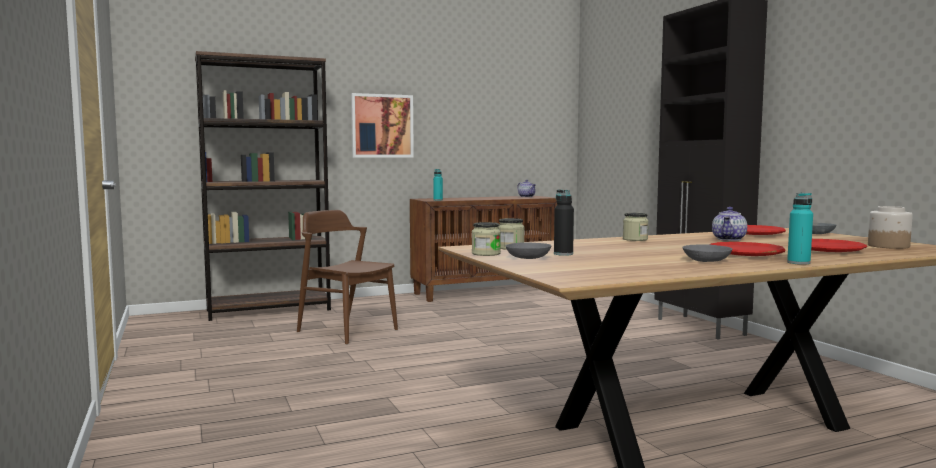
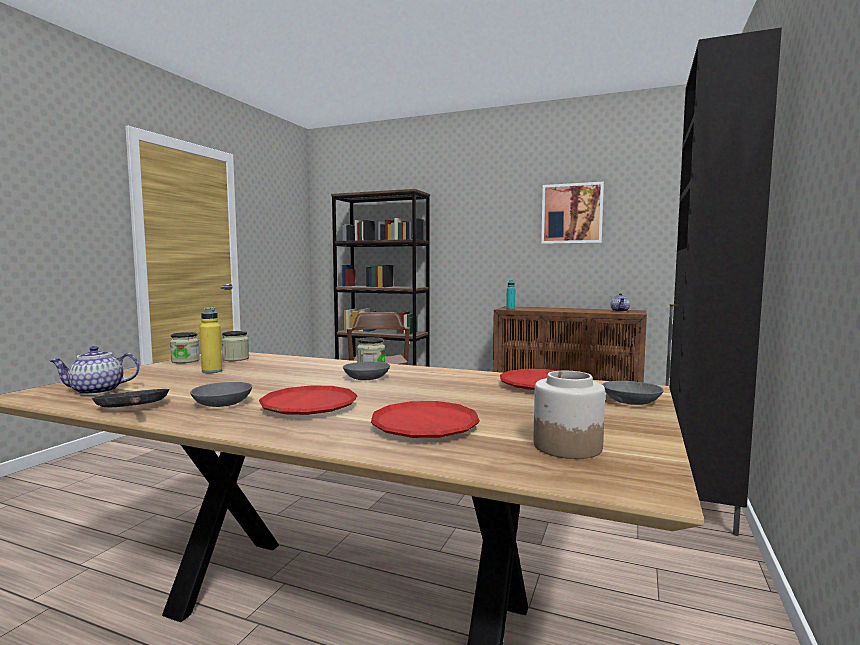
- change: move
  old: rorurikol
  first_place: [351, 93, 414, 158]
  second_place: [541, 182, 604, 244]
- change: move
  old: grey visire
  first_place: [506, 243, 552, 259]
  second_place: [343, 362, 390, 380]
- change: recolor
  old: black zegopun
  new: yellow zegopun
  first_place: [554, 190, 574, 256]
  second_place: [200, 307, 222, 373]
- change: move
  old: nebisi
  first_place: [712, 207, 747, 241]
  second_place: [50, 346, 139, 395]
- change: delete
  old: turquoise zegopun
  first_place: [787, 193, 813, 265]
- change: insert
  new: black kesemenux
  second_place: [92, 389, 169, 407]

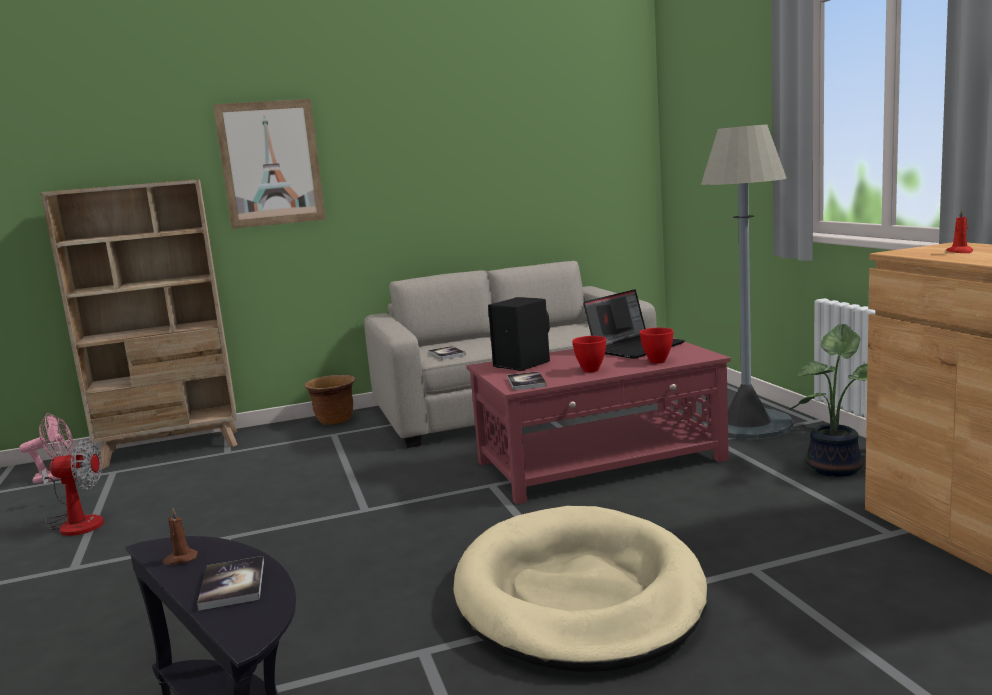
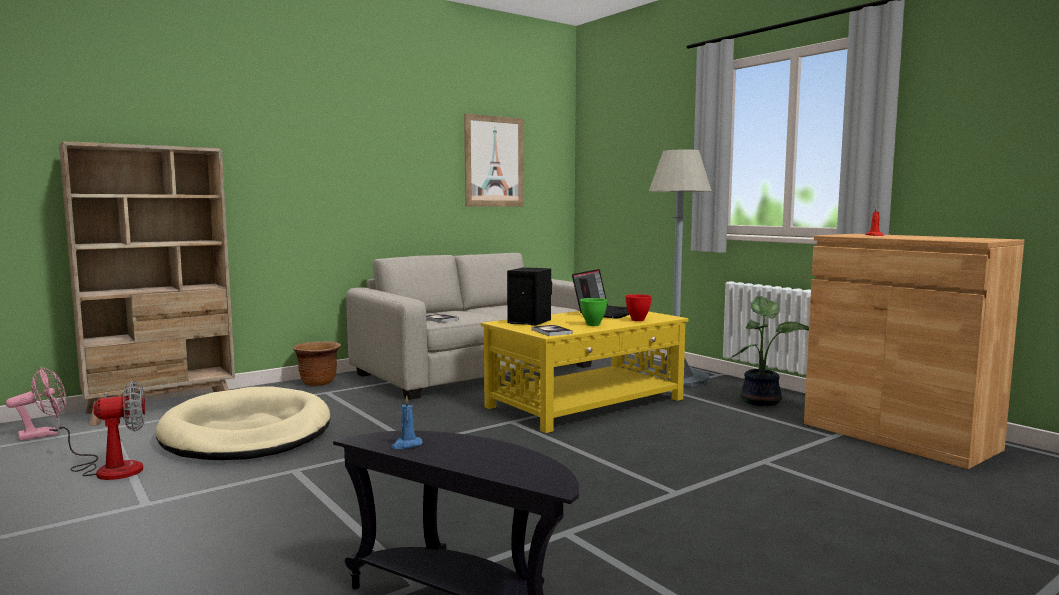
- change: recolor
  old: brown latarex
  new: blue latarex
  first_place: [162, 507, 198, 565]
  second_place: [391, 395, 423, 449]
- change: delete
  old: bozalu
  first_place: [197, 556, 264, 611]
- change: move
  old: rorurikol
  first_place: [213, 99, 326, 229]
  second_place: [464, 113, 523, 207]
- change: move
  old: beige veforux
  first_place: [453, 506, 708, 672]
  second_place: [155, 386, 331, 460]
- change: recolor
  old: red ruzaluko
  new: yellow ruzaluko
  first_place: [467, 338, 731, 505]
  second_place: [481, 311, 689, 433]
- change: recolor
  old: red visire
  new: green visire
  first_place: [572, 336, 606, 372]
  second_place: [580, 298, 607, 326]

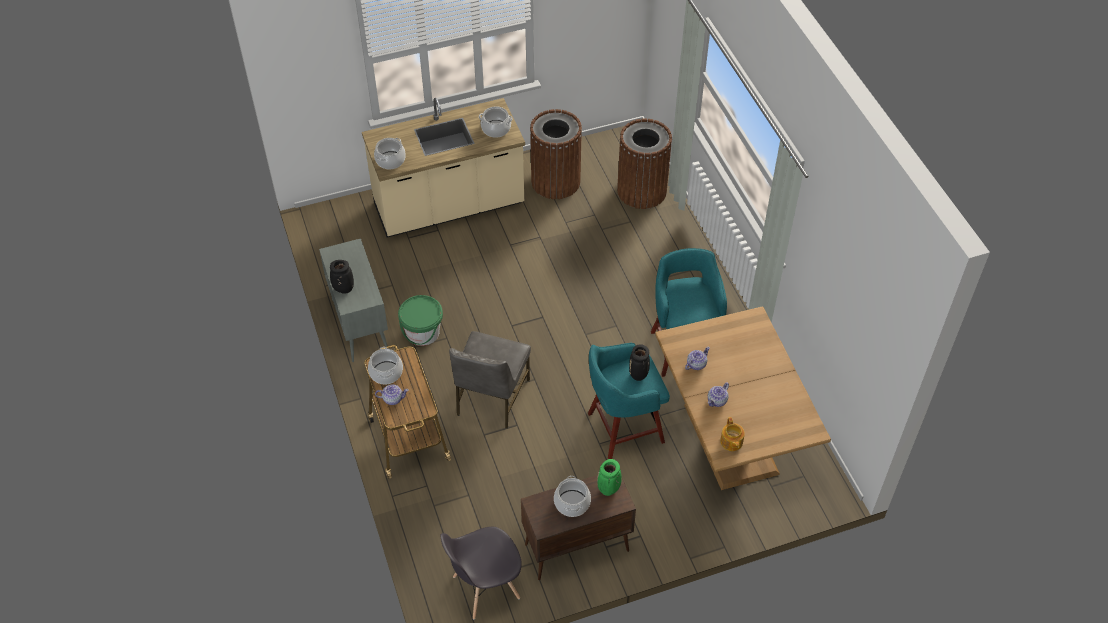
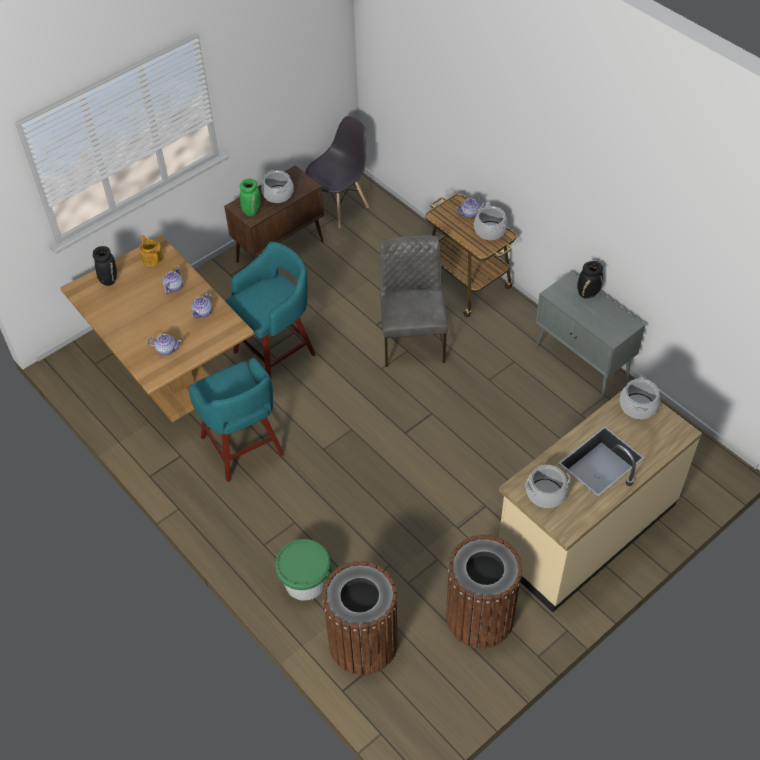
- change: move
  old: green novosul
  first_place: [398, 295, 443, 346]
  second_place: [275, 539, 334, 601]
- change: move
  old: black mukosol
  first_place: [629, 344, 650, 381]
  second_place: [93, 246, 117, 286]
- change: insert
  new: nebisi
  second_place: [147, 334, 182, 355]

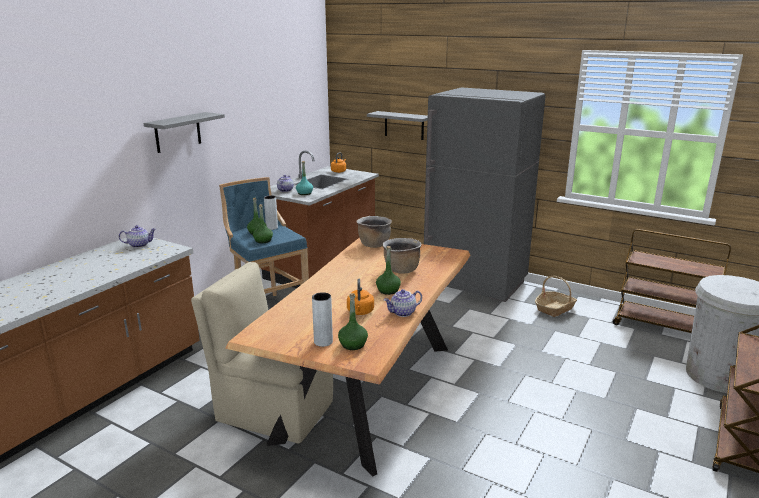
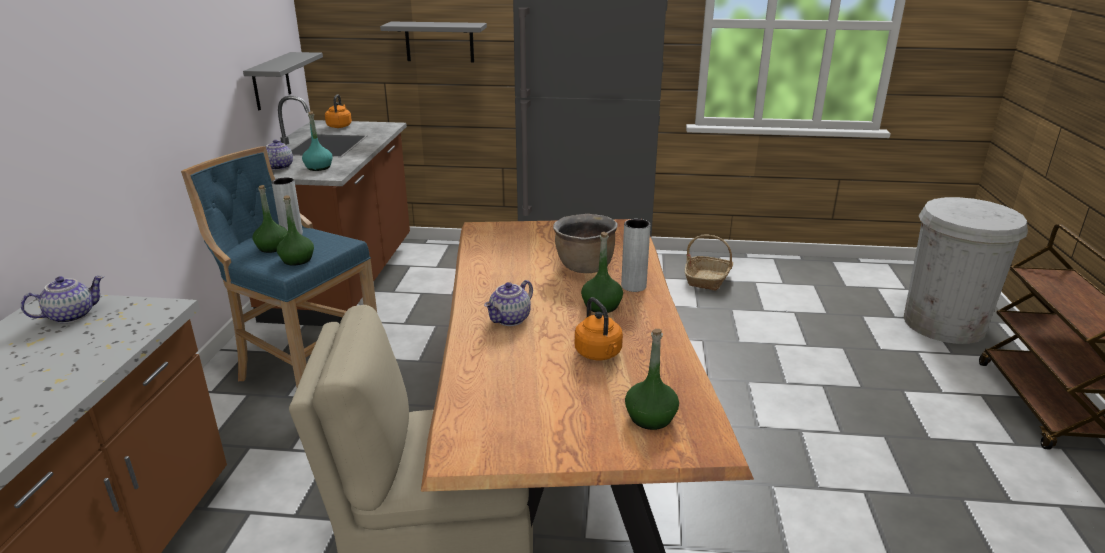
- change: move
  old: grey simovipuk
  first_place: [144, 112, 225, 153]
  second_place: [243, 52, 323, 111]
- change: move
  old: grey mukosol
  first_place: [312, 292, 333, 347]
  second_place: [621, 219, 650, 292]
- change: delete
  old: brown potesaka
  first_place: [356, 216, 392, 248]
- change: move
  old: nebisi
  first_place: [384, 289, 422, 317]
  second_place: [484, 280, 533, 326]
- change: delete
  old: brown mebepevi
  first_place: [613, 229, 731, 333]

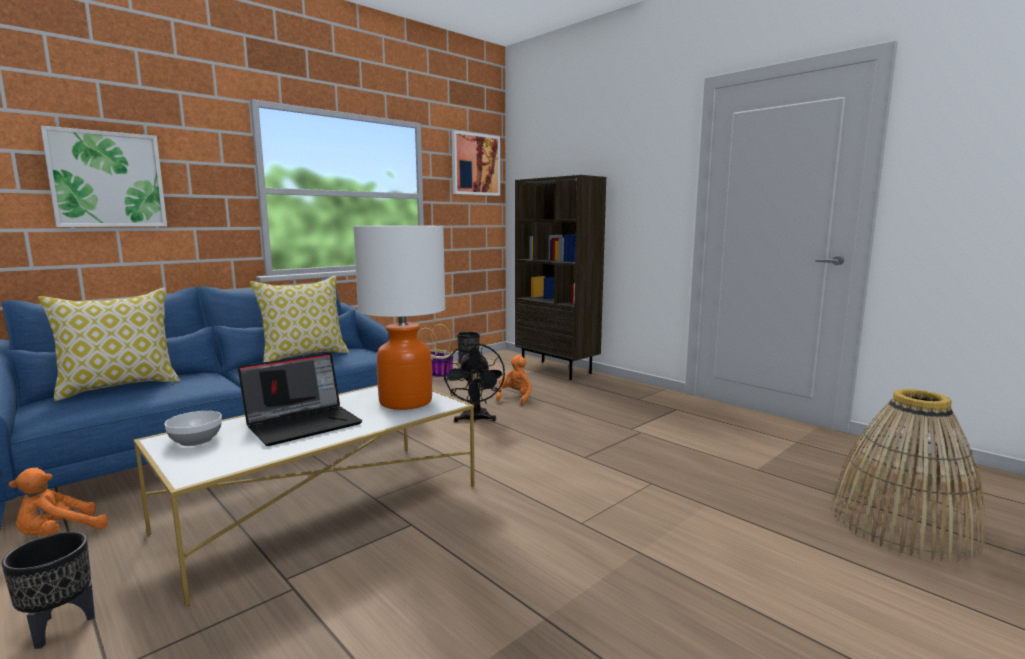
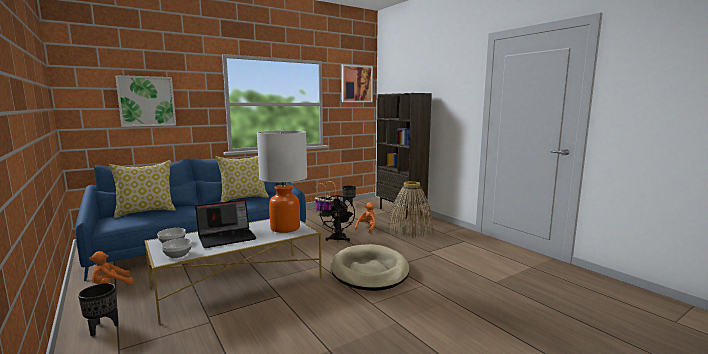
- change: move
  old: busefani
  first_place: [831, 389, 986, 561]
  second_place: [388, 181, 433, 237]
- change: insert
  new: visire
  second_place: [161, 238, 192, 258]
- change: insert
  new: beige veforux
  second_place: [331, 244, 410, 291]

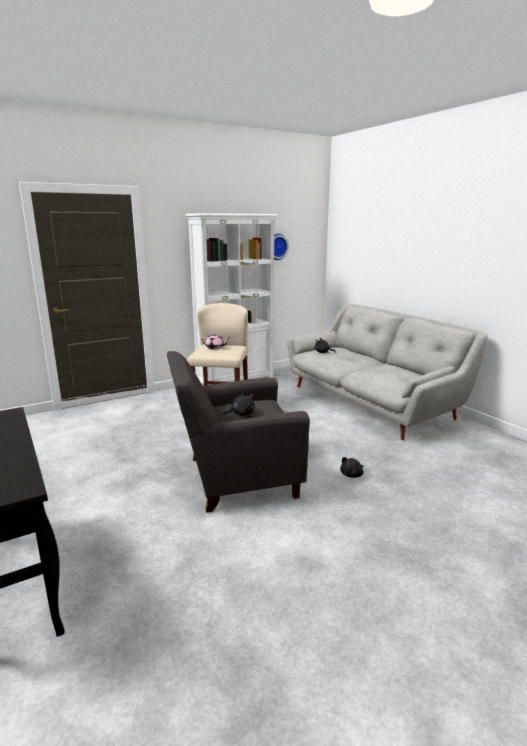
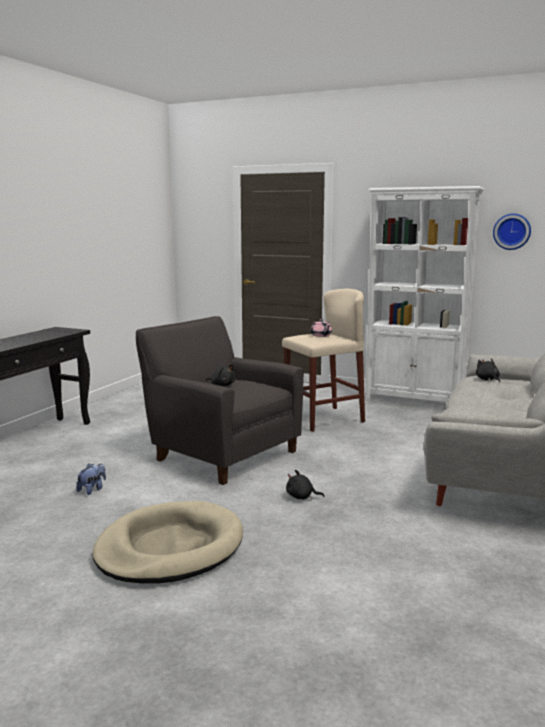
- change: insert
  new: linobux
  second_place: [76, 463, 106, 495]
- change: insert
  new: beige veforux
  second_place: [93, 501, 243, 584]

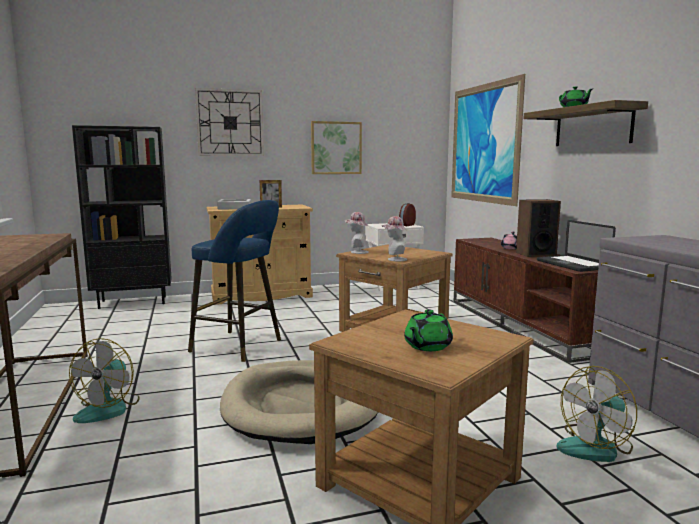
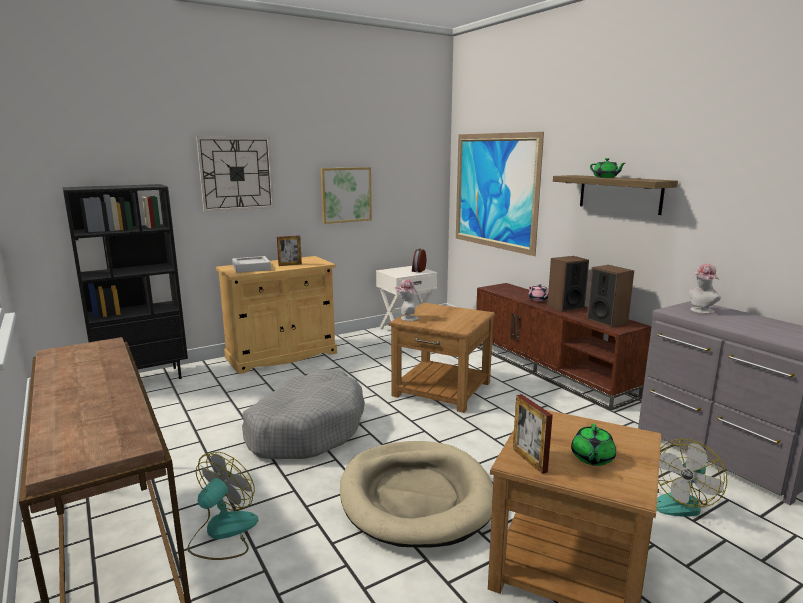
- change: rotate
  old: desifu
  first_place: [69, 338, 140, 423]
  second_place: [187, 452, 258, 560]
  degrees: -150
- change: replace
  old: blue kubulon
  new: grey veforux
  first_place: [188, 200, 281, 362]
  second_place: [242, 369, 365, 459]
- change: move
  old: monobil
  first_place: [382, 216, 407, 261]
  second_place: [689, 264, 721, 314]
- change: replace
  old: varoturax
  new: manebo
  first_place: [537, 220, 616, 272]
  second_place: [587, 265, 634, 328]
- change: insert
  new: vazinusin
  second_place: [513, 394, 553, 474]

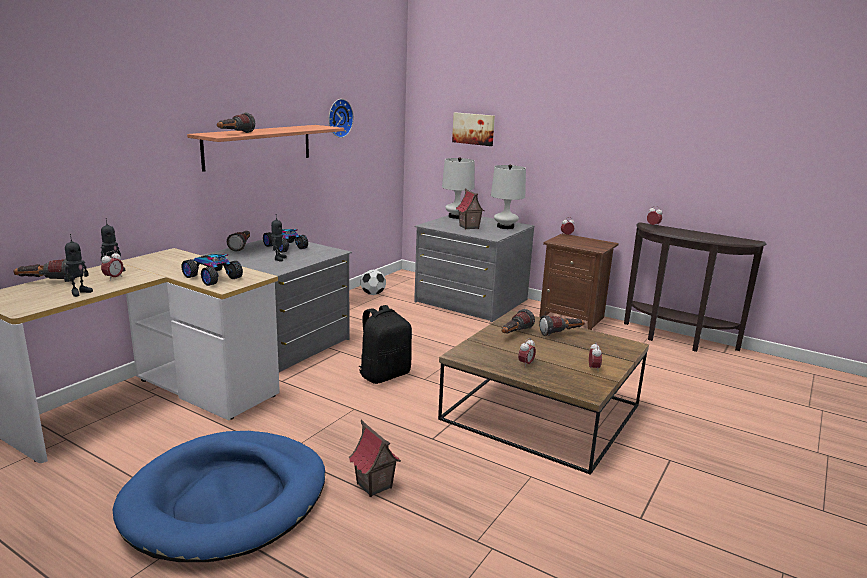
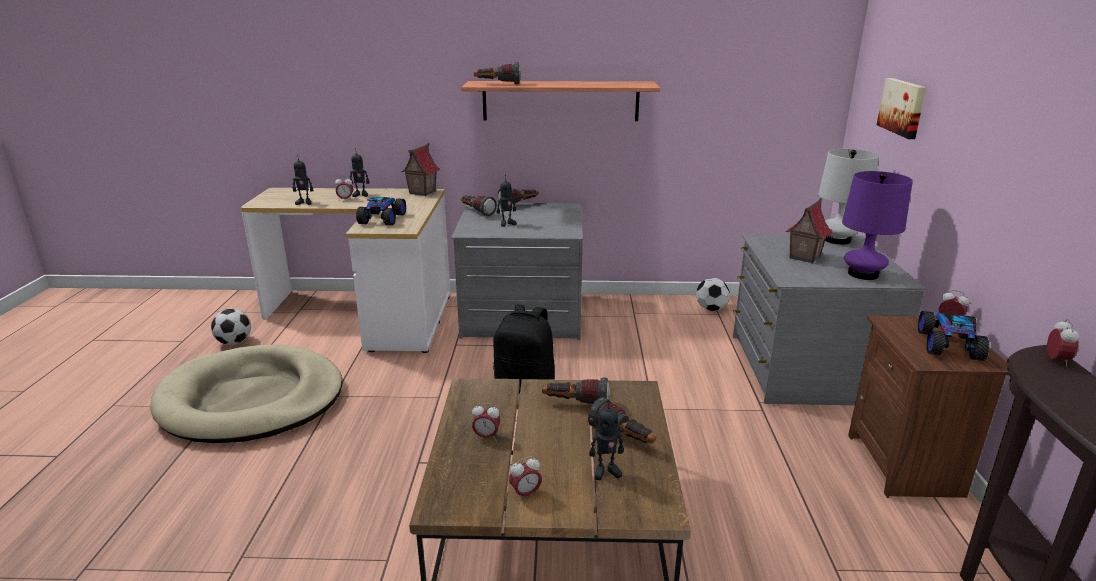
- change: move
  old: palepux
  first_place: [14, 259, 75, 282]
  second_place: [461, 195, 497, 216]
- change: recolor
  old: blue veforux
  new: beige veforux
  first_place: [113, 431, 325, 562]
  second_place: [150, 344, 342, 443]
- change: move
  old: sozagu
  first_place: [263, 229, 308, 253]
  second_place: [918, 311, 989, 361]
- change: delete
  old: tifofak
  first_place: [329, 99, 354, 138]
- change: move
  old: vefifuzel
  first_place: [349, 420, 401, 497]
  second_place: [402, 143, 440, 196]
- change: recolor
  old: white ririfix
  new: purple ririfix
  first_place: [491, 165, 526, 229]
  second_place: [842, 171, 913, 280]
- change: insert
  new: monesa
  second_place: [211, 309, 251, 345]
- change: insert
  new: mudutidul
  second_place: [589, 400, 624, 480]

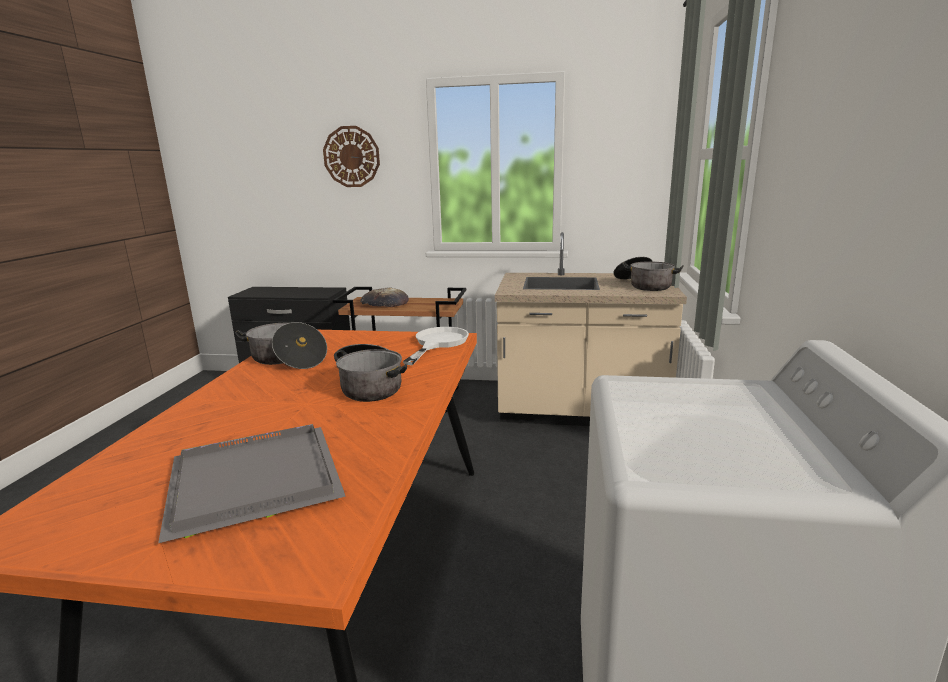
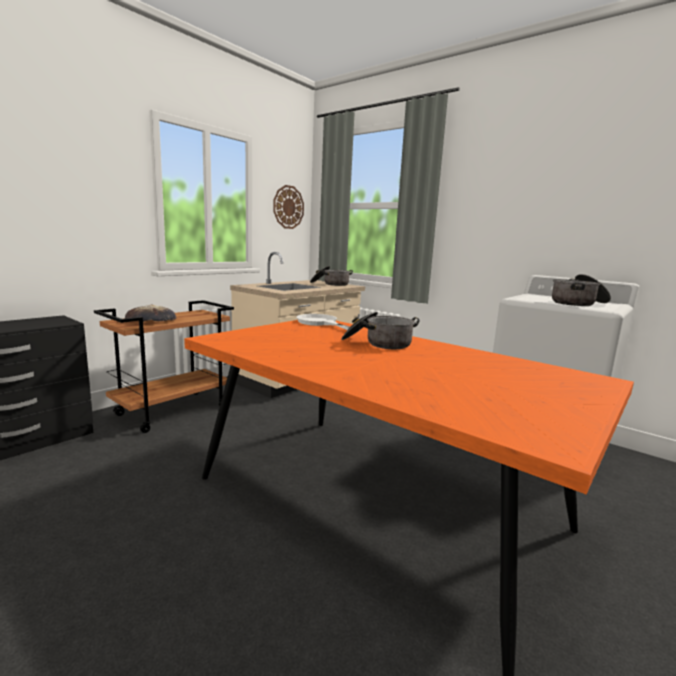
- change: delete
  old: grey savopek
  first_place: [158, 424, 346, 543]
- change: move
  old: potesaka
  first_place: [235, 322, 327, 369]
  second_place: [552, 274, 611, 306]
- change: move
  old: tifofak
  first_place: [323, 126, 380, 187]
  second_place: [273, 185, 304, 229]

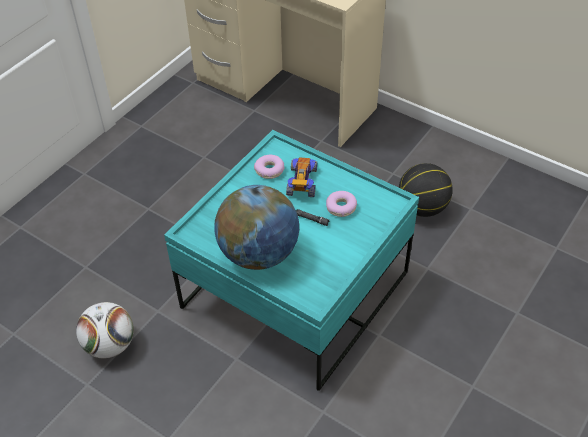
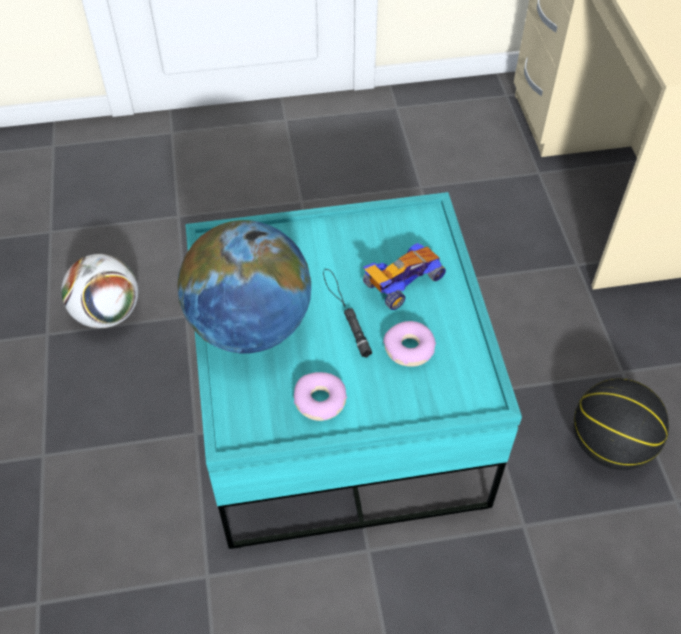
- change: move
  old: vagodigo
  first_place: [254, 155, 284, 179]
  second_place: [294, 372, 347, 421]

